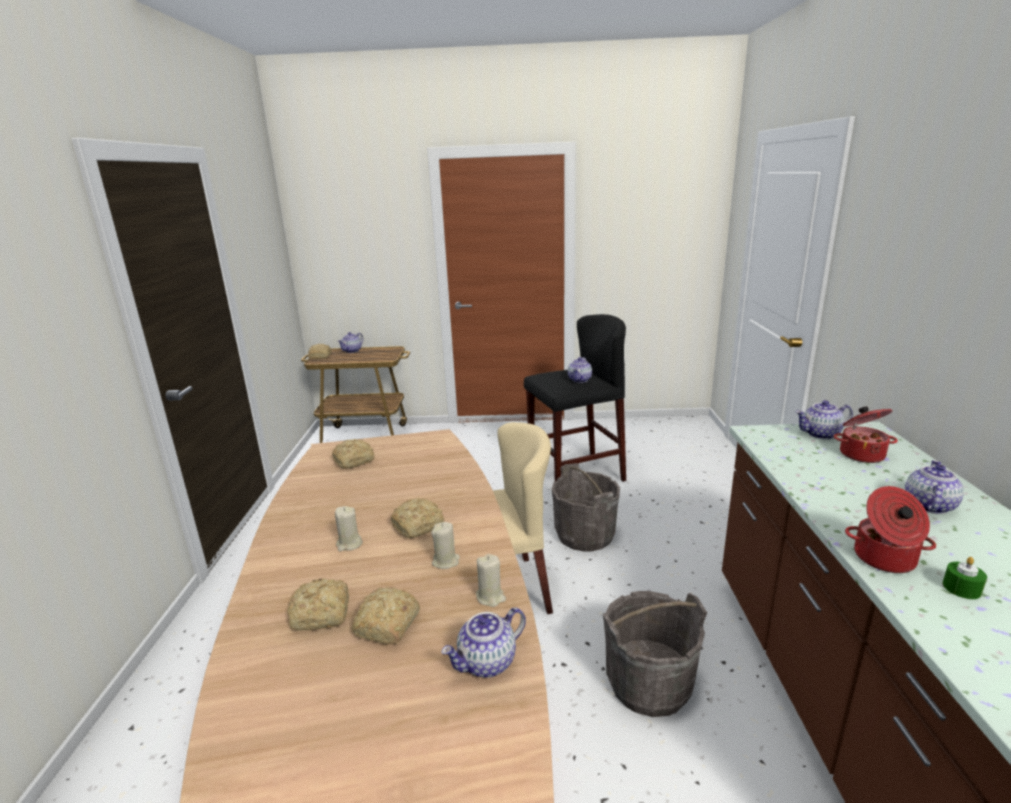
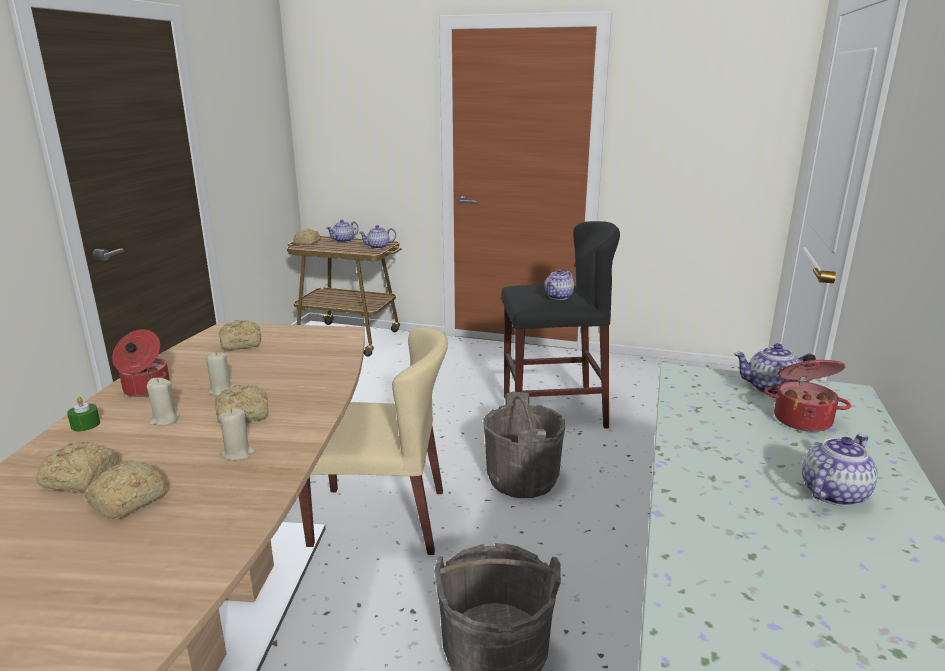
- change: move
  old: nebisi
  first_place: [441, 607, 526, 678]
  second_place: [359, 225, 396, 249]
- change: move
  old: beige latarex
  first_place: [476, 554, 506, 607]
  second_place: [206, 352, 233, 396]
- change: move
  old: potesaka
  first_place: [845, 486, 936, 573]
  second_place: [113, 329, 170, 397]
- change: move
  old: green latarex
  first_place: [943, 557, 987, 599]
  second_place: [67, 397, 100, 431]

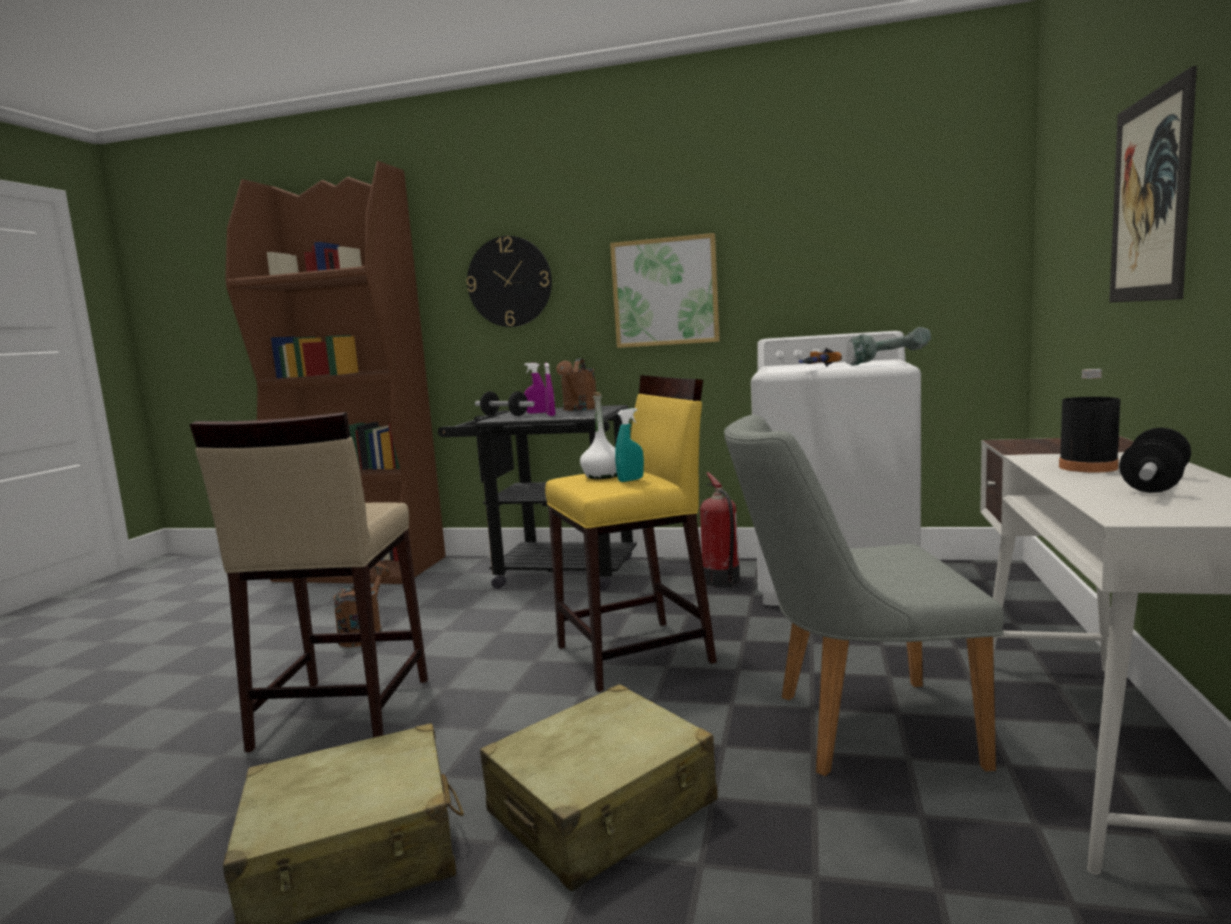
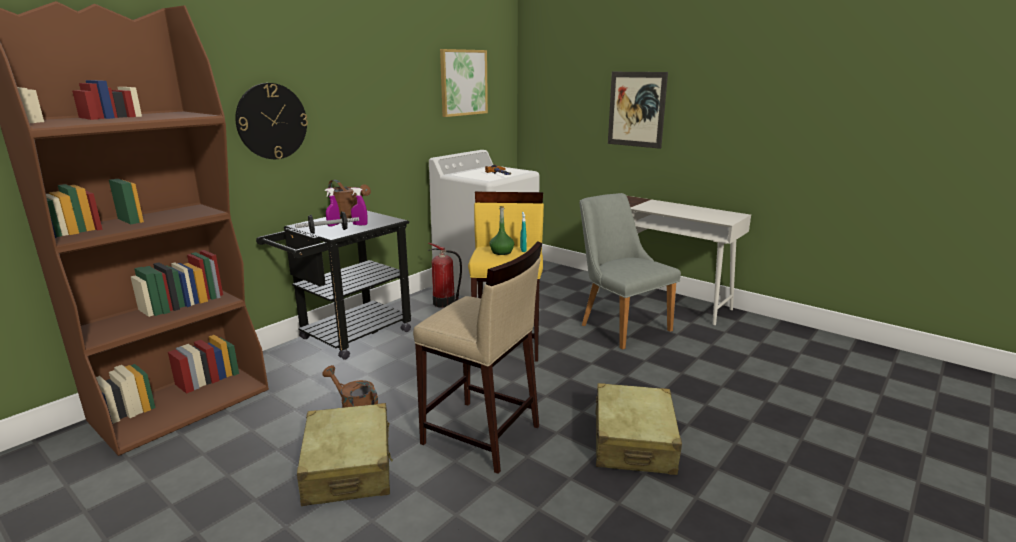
- change: move
  old: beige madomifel
  first_place: [480, 684, 717, 891]
  second_place: [297, 403, 393, 506]
- change: recolor
  old: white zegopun
  new: green zegopun
  first_place: [580, 392, 617, 479]
  second_place: [489, 206, 514, 255]
- change: move
  old: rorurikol
  first_place: [610, 233, 720, 348]
  second_place: [440, 49, 488, 117]
- change: rotate
  old: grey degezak
  first_place: [724, 415, 1004, 776]
  second_place: [579, 193, 681, 350]
  degrees: 120
- change: delete
  old: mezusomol
  first_place: [846, 327, 931, 365]
- change: delete
  old: black zegopun
  first_place: [1059, 369, 1120, 473]
- change: delete
  old: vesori
  first_place: [1119, 427, 1191, 493]

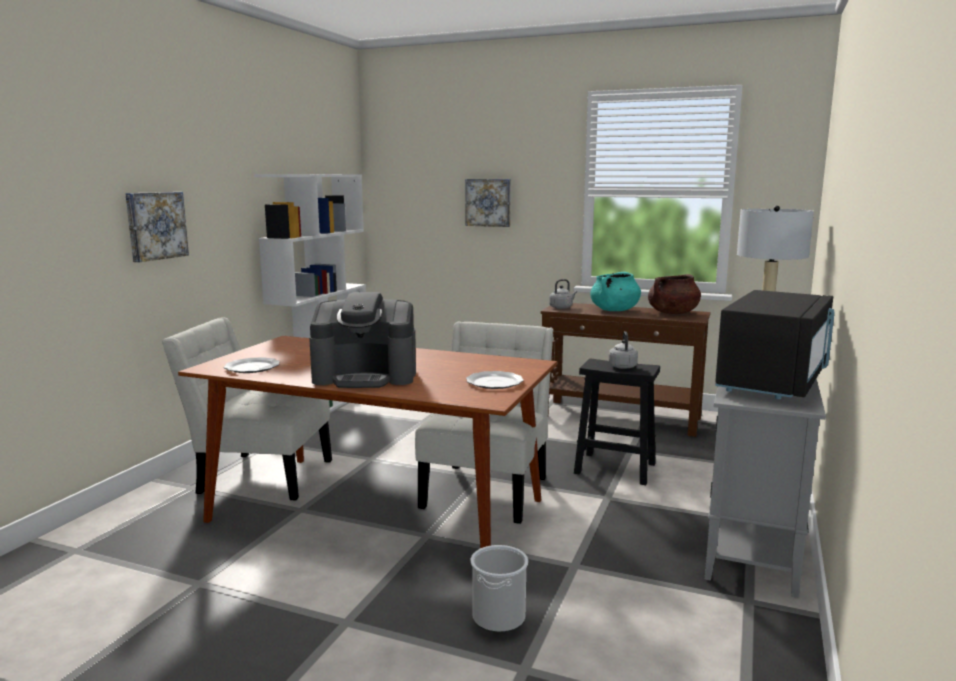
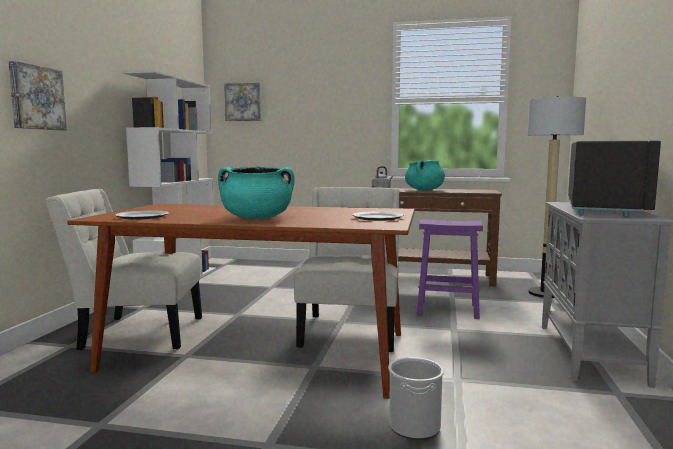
- change: replace
  old: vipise
  new: turquoise potesaka
  first_place: [309, 292, 416, 388]
  second_place: [218, 167, 295, 219]
- change: move
  old: rorurikol
  first_place: [465, 179, 511, 227]
  second_place: [224, 83, 261, 121]
- change: recolor
  old: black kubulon
  new: purple kubulon
  first_place: [574, 359, 660, 485]
  second_place: [417, 219, 483, 319]
- change: delete
  old: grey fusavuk
  first_place: [608, 331, 638, 369]
- change: delete
  old: brown potesaka
  first_place: [648, 274, 701, 314]

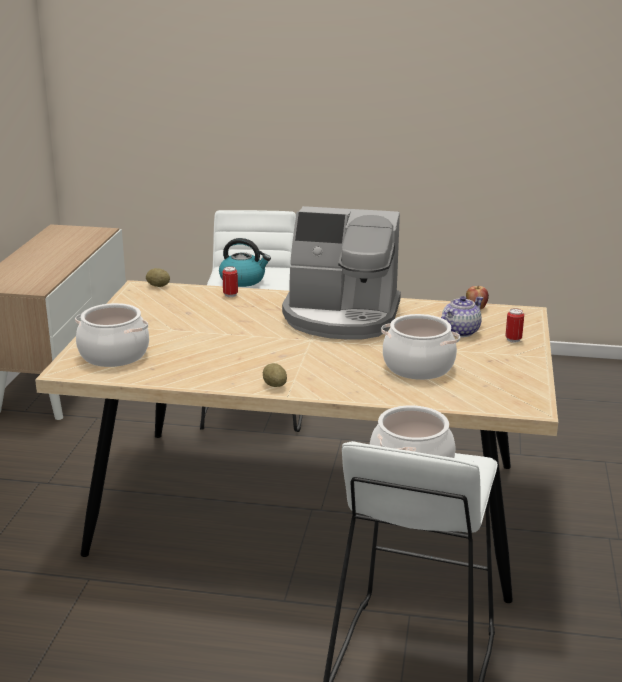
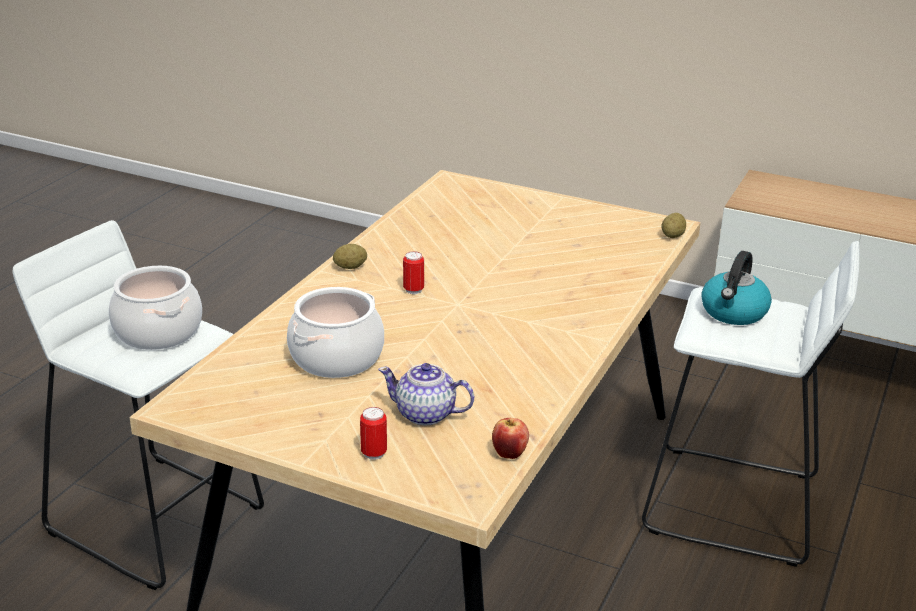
- change: delete
  old: potesaka
  first_place: [75, 303, 149, 367]
- change: move
  old: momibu
  first_place: [222, 266, 238, 297]
  second_place: [403, 251, 424, 294]
- change: delete
  old: vipise
  first_place: [282, 206, 401, 340]
- change: rotate
  old: nebisi
  first_place: [441, 296, 483, 337]
  second_place: [378, 363, 474, 426]
  degrees: 135

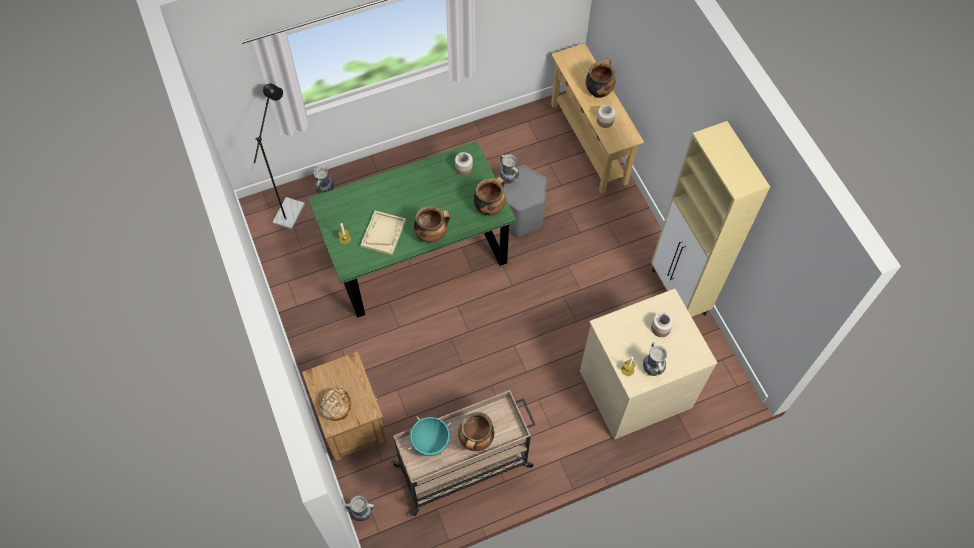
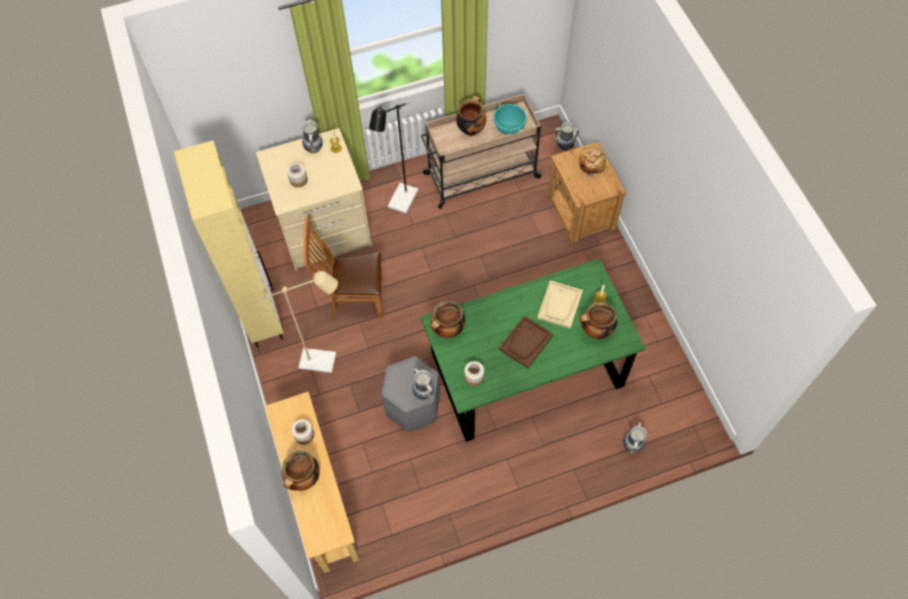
- change: move
  old: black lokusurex
  first_place: [251, 84, 305, 229]
  second_place: [369, 102, 418, 213]
- change: move
  old: potesaka
  first_place: [414, 206, 450, 243]
  second_place: [579, 302, 617, 339]
- change: insert
  new: beige lokusurex
  second_place: [261, 271, 338, 373]
- change: insert
  new: brown degezak
  second_place: [303, 216, 383, 318]
- change: insert
  new: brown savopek
  second_place: [499, 316, 553, 368]

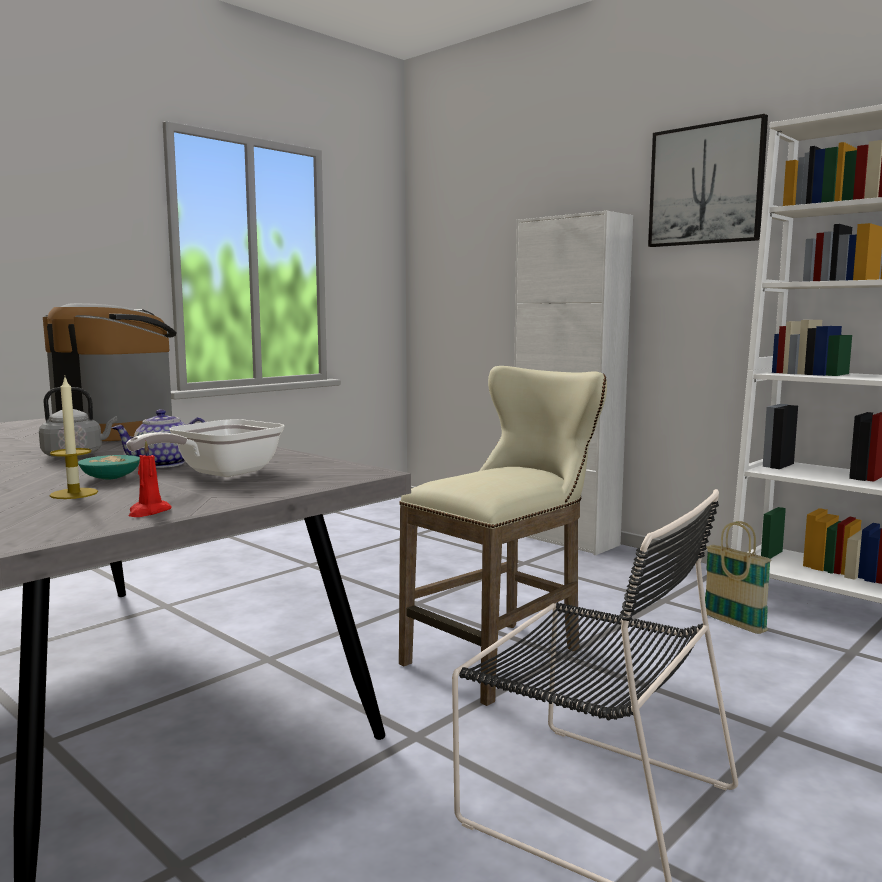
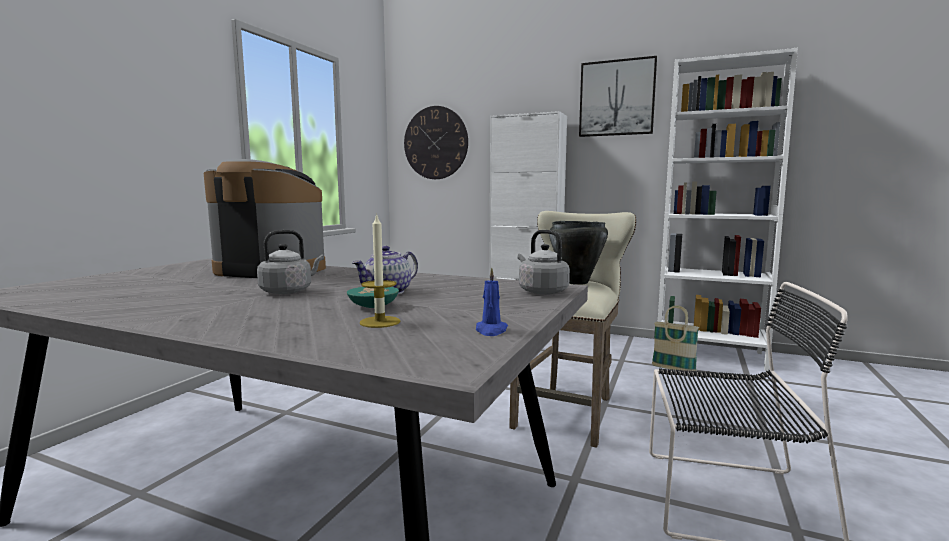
- change: delete
  old: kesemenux
  first_place: [126, 419, 285, 477]
- change: recolor
  old: red latarex
  new: blue latarex
  first_place: [129, 441, 172, 517]
  second_place: [476, 267, 508, 336]
- change: insert
  new: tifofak
  second_place: [404, 106, 468, 179]
- change: insert
  new: grey fusavuk
  second_place: [518, 230, 570, 295]
- change: insert
  new: black potesaka
  second_place: [549, 221, 608, 285]

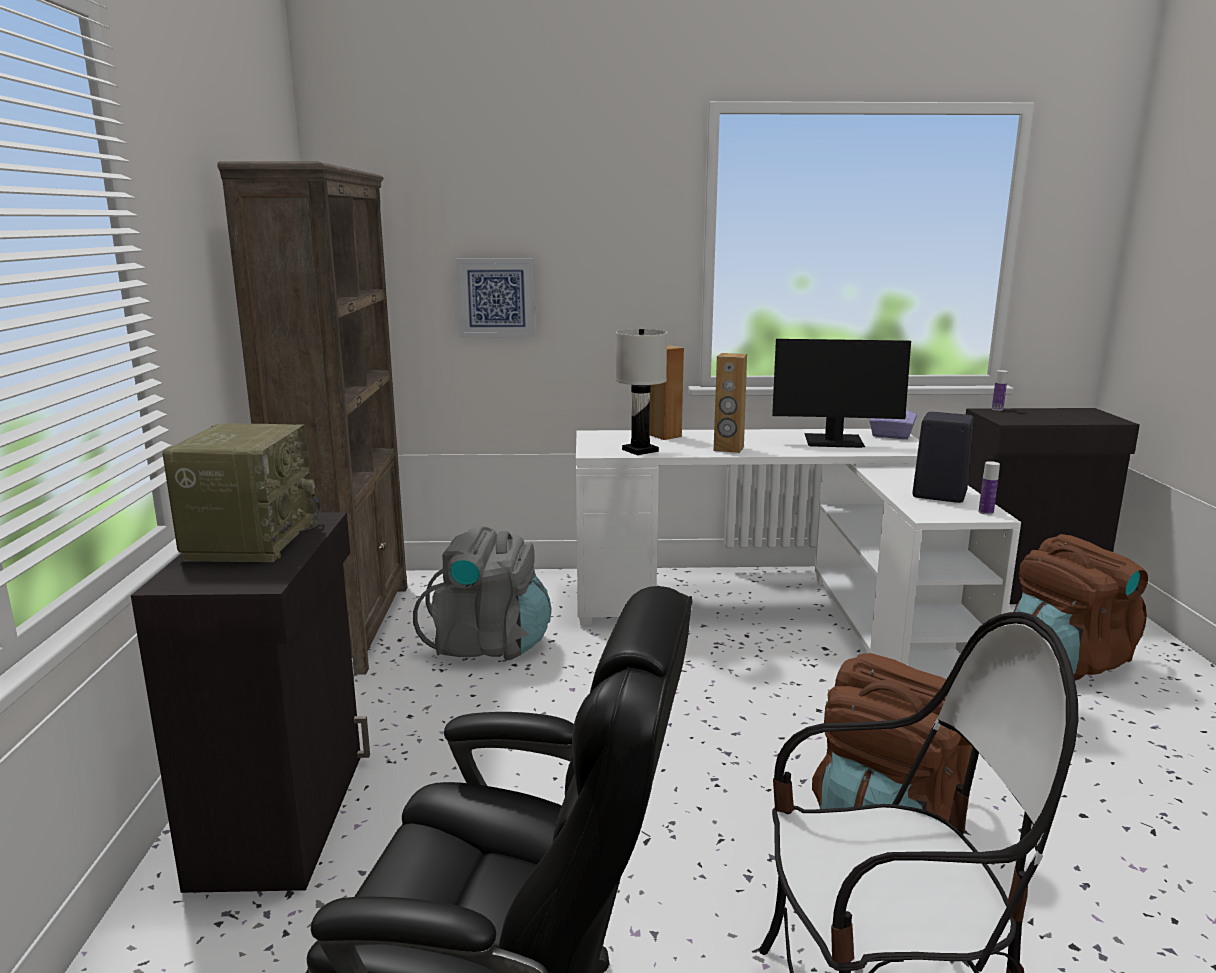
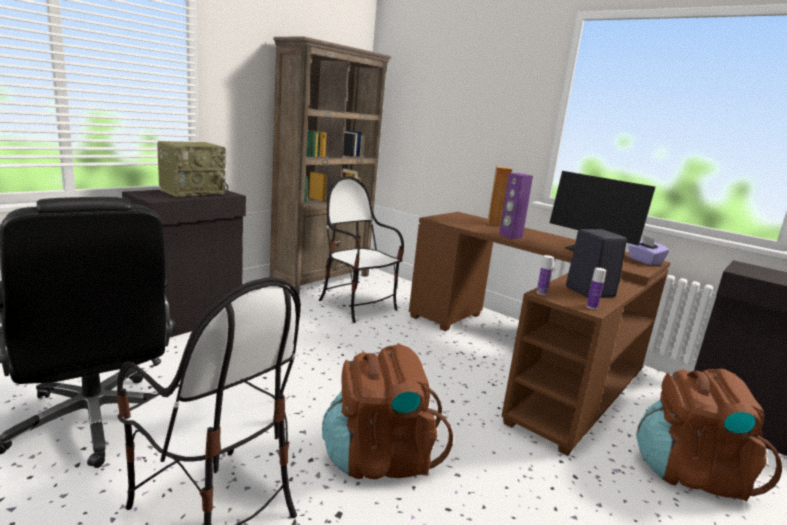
- change: replace
  old: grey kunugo
  new: degezak
  first_place: [413, 526, 551, 661]
  second_place: [319, 176, 404, 323]
- change: delete
  old: rorurikol
  first_place: [455, 258, 536, 337]
- change: recolor
  old: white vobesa
  new: brown vobesa
  first_place: [576, 429, 1021, 679]
  second_place: [409, 212, 671, 456]
- change: delete
  old: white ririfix
  first_place: [616, 329, 667, 455]
- change: recolor
  old: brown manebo
  new: purple manebo
  first_place: [714, 353, 747, 453]
  second_place: [499, 173, 533, 239]
- change: move
  old: zegopun
  first_place: [992, 370, 1008, 411]
  second_place: [536, 255, 554, 295]

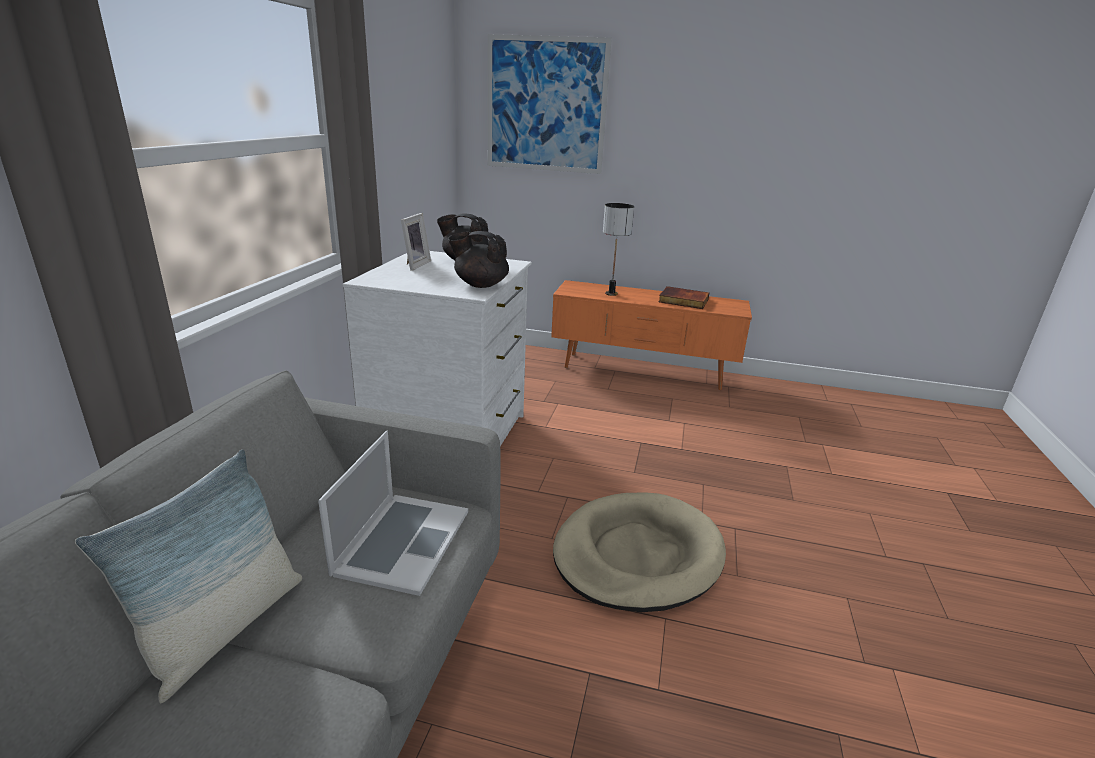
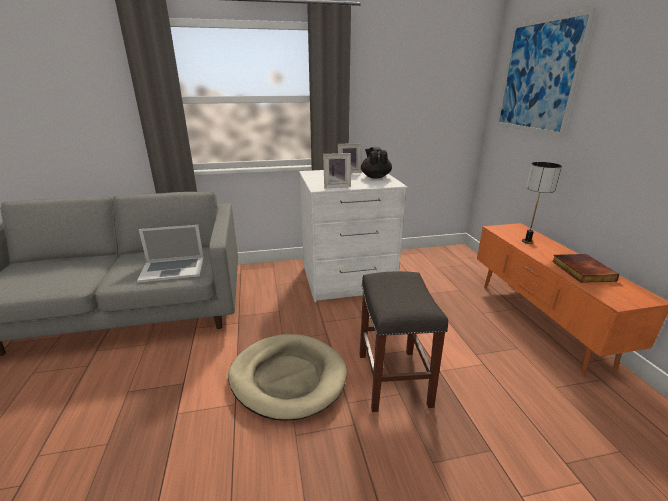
- change: delete
  old: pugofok
  first_place: [75, 449, 302, 703]
- change: replace
  old: black nebisi
  new: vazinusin
  first_place: [448, 231, 509, 288]
  second_place: [323, 153, 351, 188]
- change: insert
  new: grey kubulon
  second_place: [360, 271, 448, 412]

